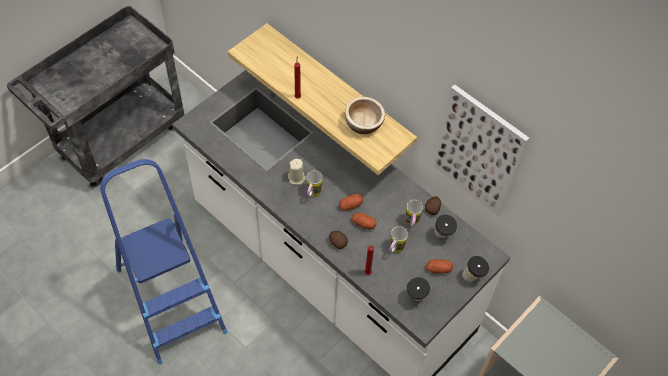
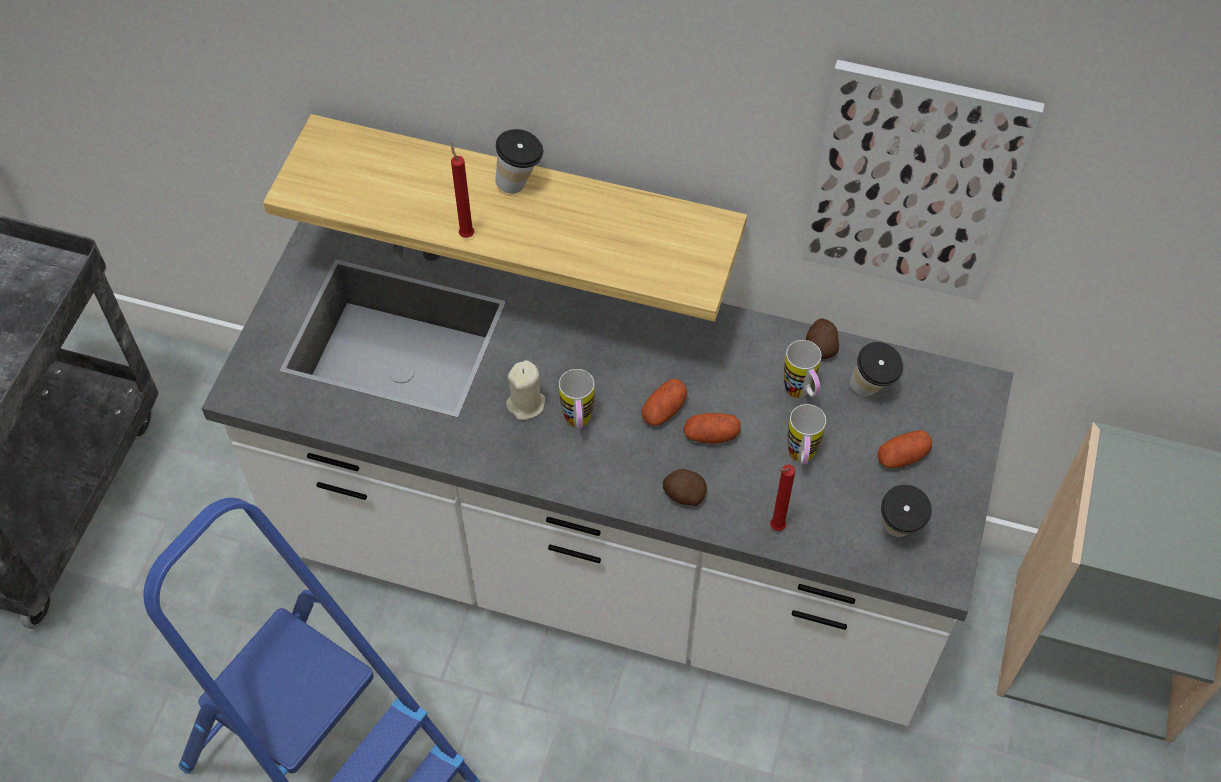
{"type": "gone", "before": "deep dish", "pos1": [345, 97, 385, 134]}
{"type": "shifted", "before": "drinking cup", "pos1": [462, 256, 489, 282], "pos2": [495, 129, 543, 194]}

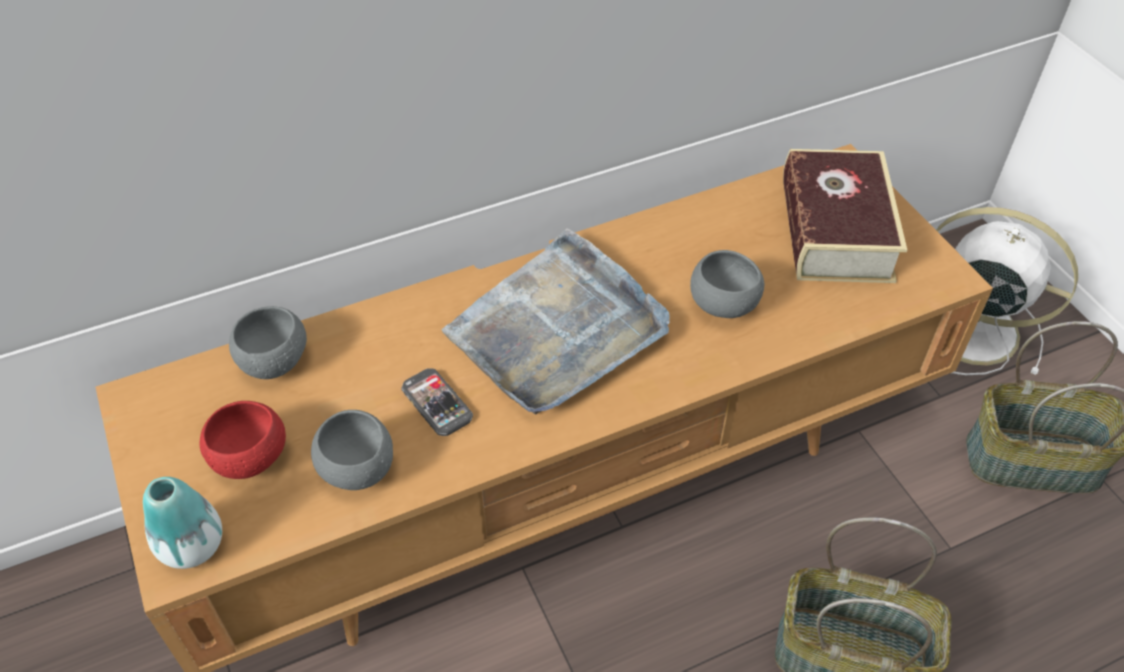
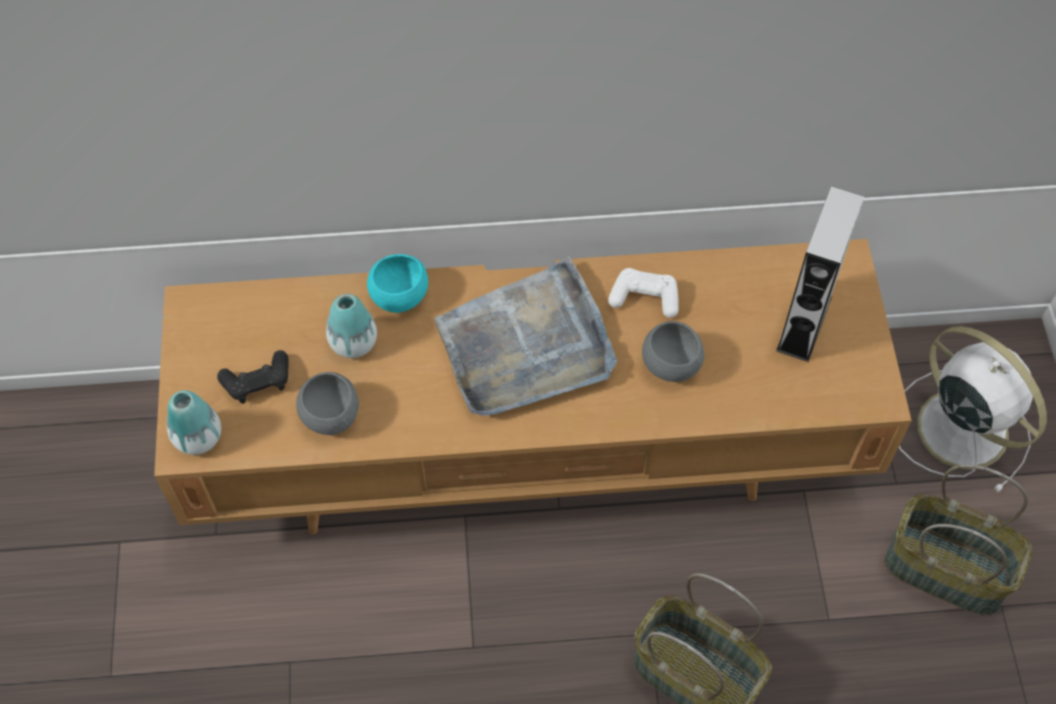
{"type": "swapped", "before": "deep dish (reddish)", "after": "game controller (black-coloured)", "pos1": [200, 401, 286, 479], "pos2": [217, 350, 289, 404]}
{"type": "gone", "before": "deep dish (greyish)", "pos1": [229, 306, 307, 379]}
{"type": "gone", "before": "telephone", "pos1": [401, 368, 473, 436]}
{"type": "swapped", "before": "volume", "after": "loudspeaker (greyish)", "pos1": [783, 149, 907, 283], "pos2": [776, 186, 865, 362]}
{"type": "new", "after": "vase", "pos2": [326, 294, 377, 358]}
{"type": "new", "after": "deep dish (turquoise)", "pos2": [367, 254, 428, 313]}
{"type": "new", "after": "game controller (white)", "pos2": [608, 268, 678, 318]}

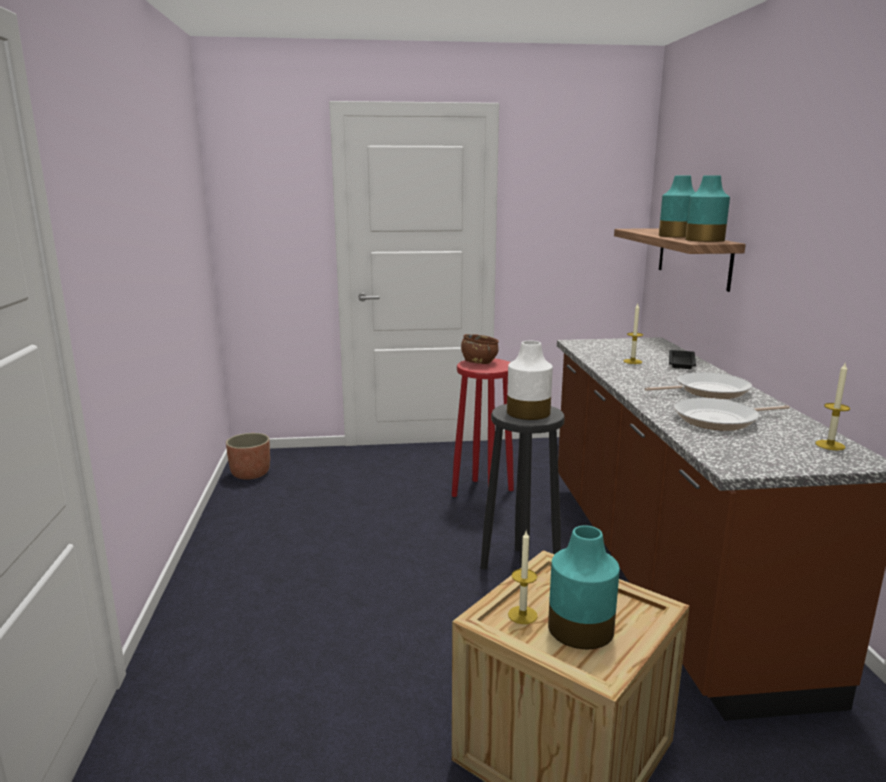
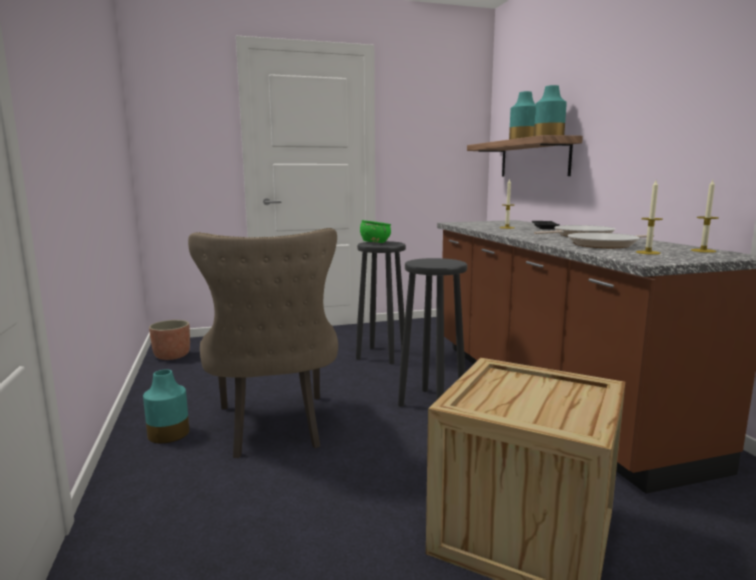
{"type": "repainted", "before": "sitting stool (reddish)", "after": "sitting stool (black-coloured)", "pos1": [452, 358, 514, 497], "pos2": [356, 241, 406, 364]}
{"type": "repainted", "before": "deep dish (brown)", "after": "deep dish (greenish)", "pos1": [461, 334, 499, 364], "pos2": [360, 220, 391, 243]}
{"type": "gone", "before": "vase (white)", "pos1": [507, 341, 553, 420]}
{"type": "shifted", "before": "wax candle", "pos1": [508, 531, 538, 624], "pos2": [636, 180, 663, 255]}
{"type": "shifted", "before": "vase (turquoise)", "pos1": [548, 525, 620, 649], "pos2": [143, 369, 190, 443]}
{"type": "new", "after": "plain chair (beige)", "pos2": [188, 228, 338, 458]}

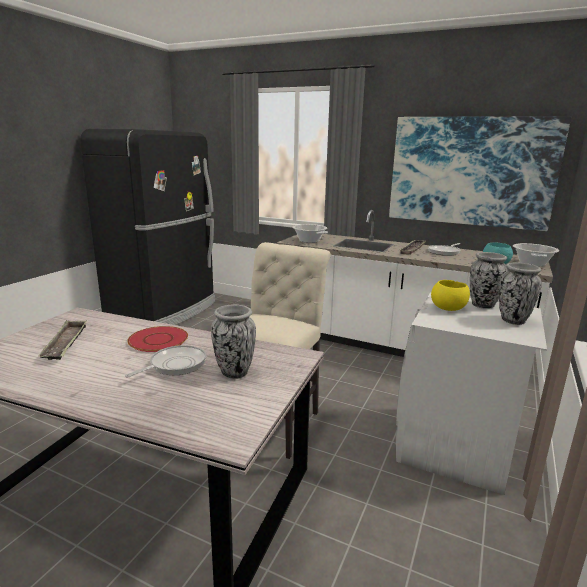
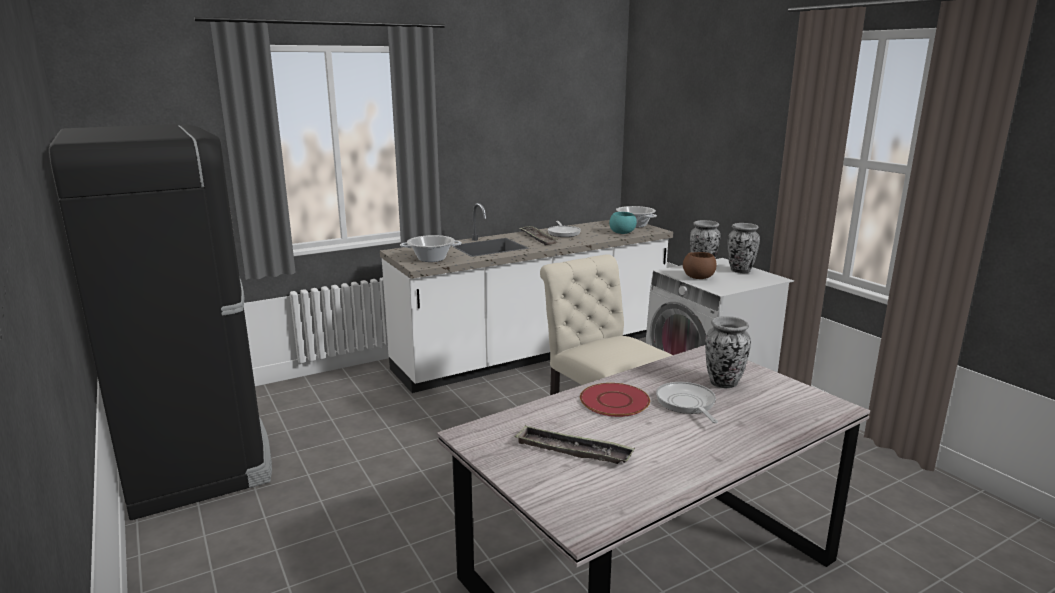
{"type": "gone", "before": "picture", "pos1": [389, 116, 571, 231]}
{"type": "repainted", "before": "deep dish (yellow-coloured)", "after": "deep dish (brown)", "pos1": [431, 280, 470, 311], "pos2": [683, 252, 717, 279]}

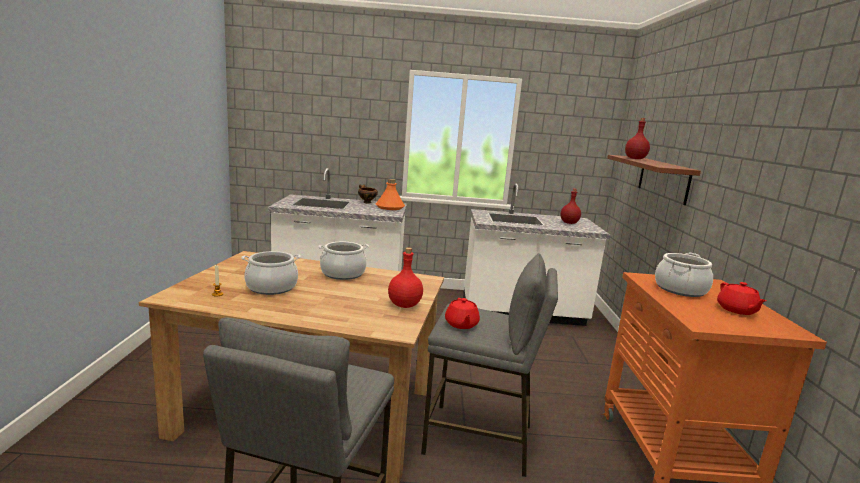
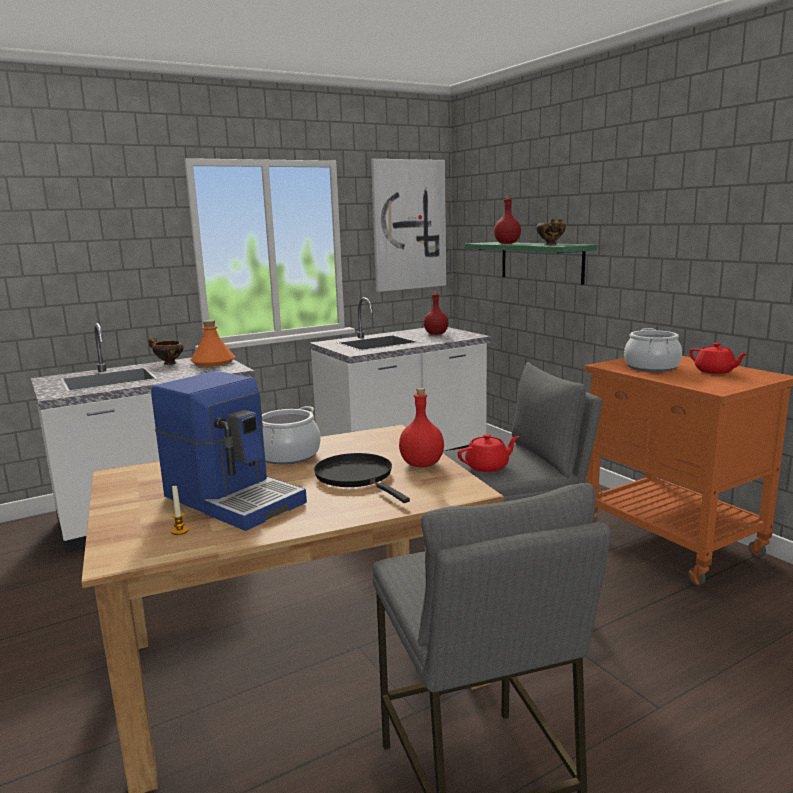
{"type": "swapped", "before": "saucepot", "after": "coffee brewer", "pos1": [241, 251, 301, 295], "pos2": [151, 371, 307, 531]}
{"type": "rotated", "before": "tea pot (reddish)", "pos1": [445, 298, 480, 329], "pos2": [457, 434, 519, 472], "turn": -75}
{"type": "repainted", "before": "wall shelf (brown)", "after": "wall shelf (greenish)", "pos1": [607, 155, 701, 205], "pos2": [465, 242, 597, 285]}
{"type": "new", "after": "pan (black-coloured)", "pos2": [314, 453, 410, 503]}
{"type": "new", "after": "picture", "pos2": [371, 159, 446, 292]}
{"type": "new", "after": "deep dish", "pos2": [536, 219, 566, 245]}

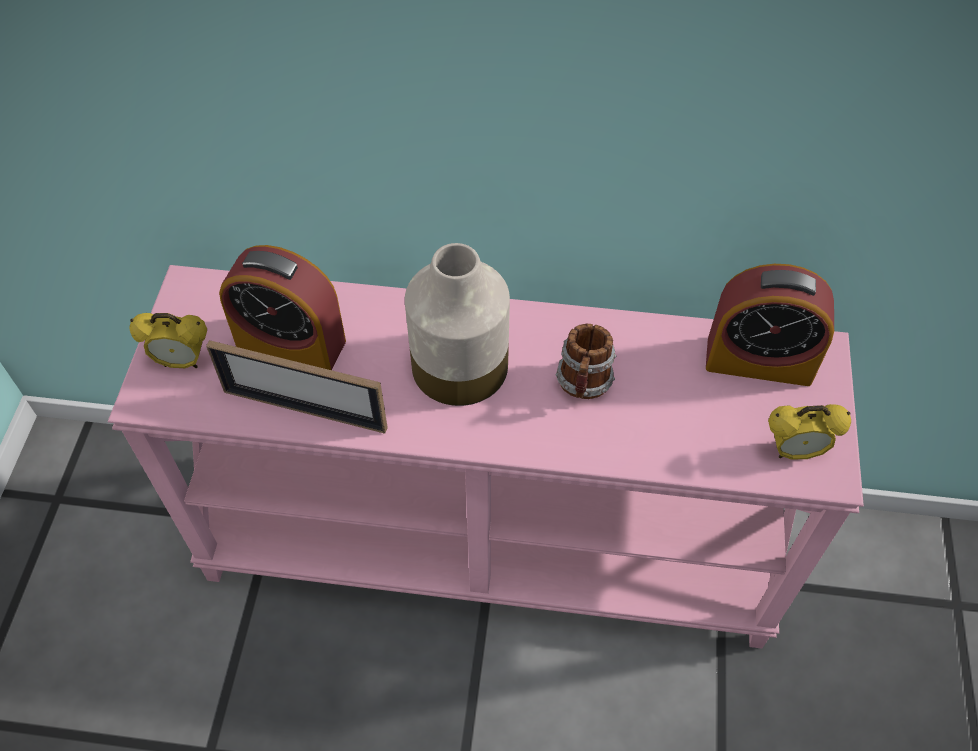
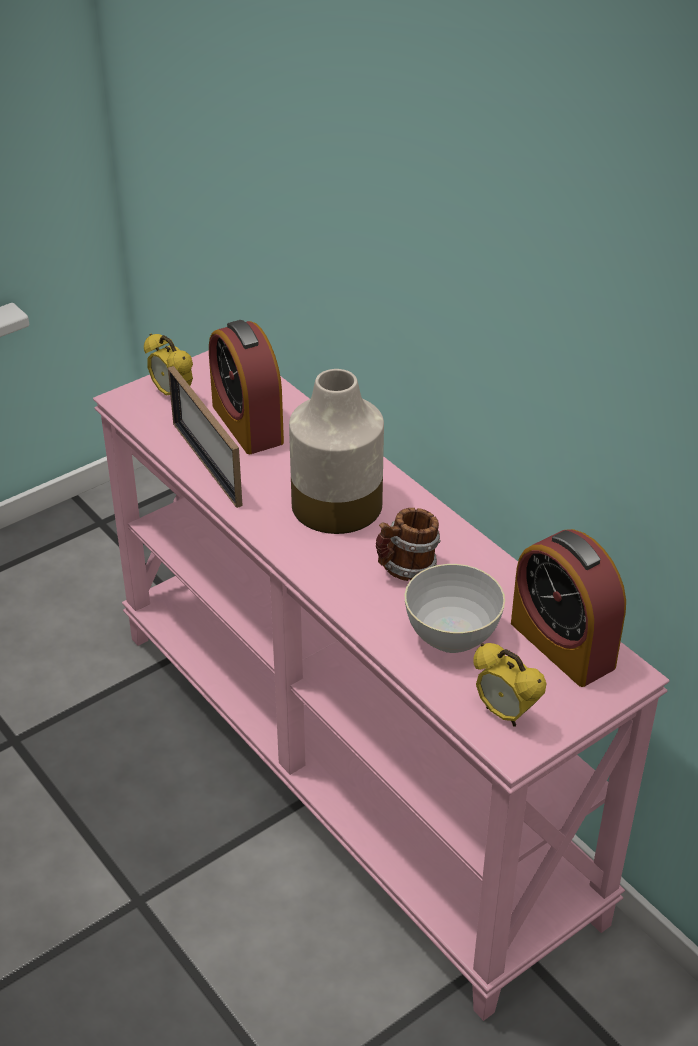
{"type": "new", "after": "deep dish (greyish)", "pos2": [404, 564, 505, 653]}

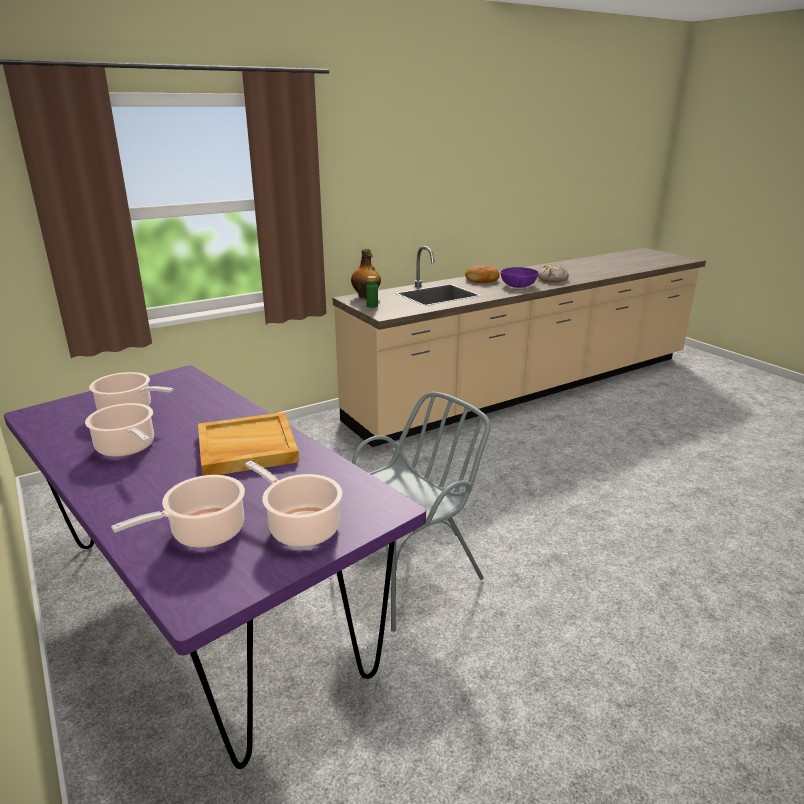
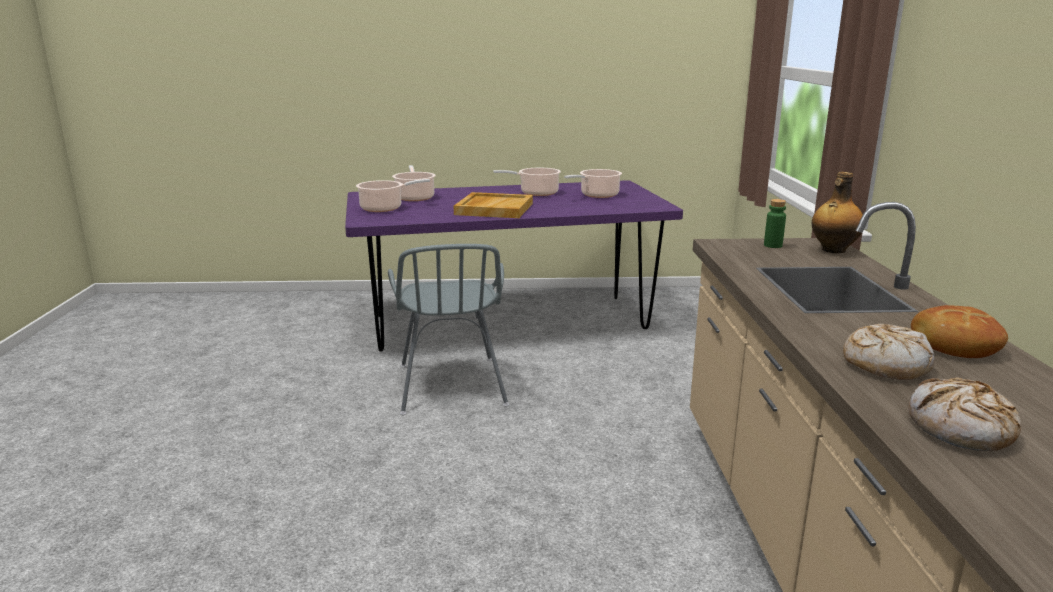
{"type": "swapped", "before": "deep dish (purple)", "after": "bread", "pos1": [500, 267, 539, 288], "pos2": [843, 324, 935, 380]}

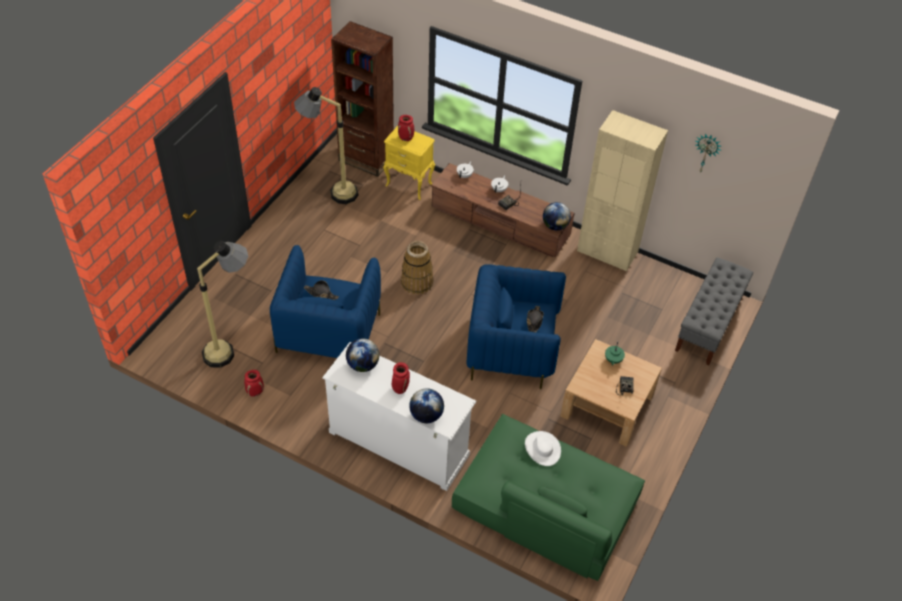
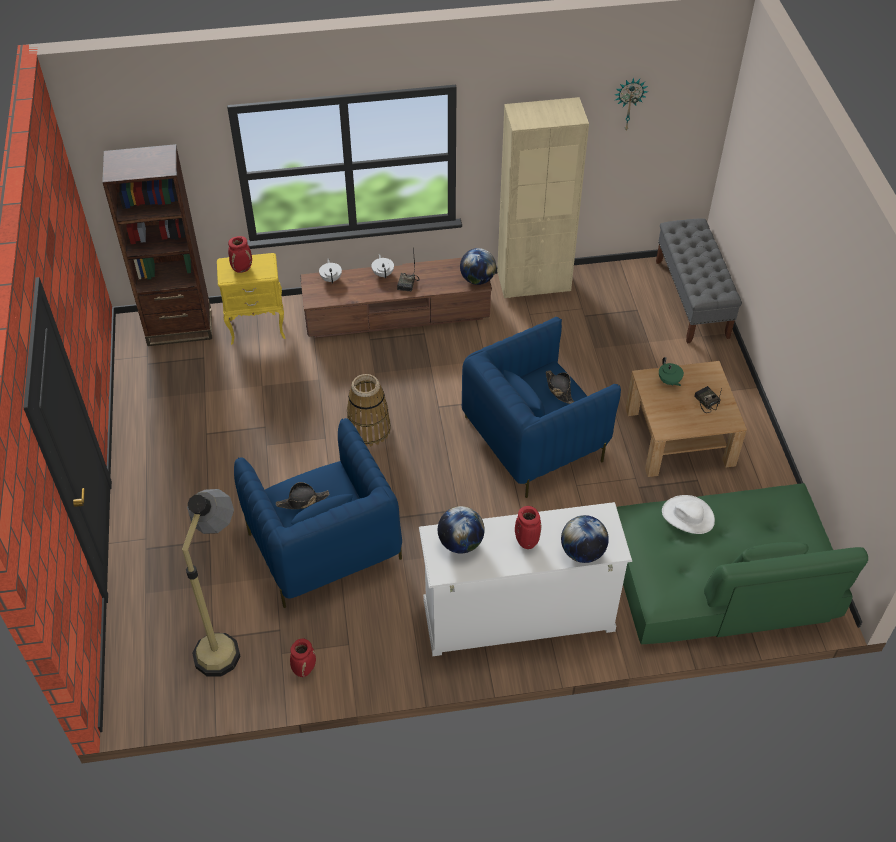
{"type": "gone", "before": "standing lamp", "pos1": [294, 87, 358, 204]}

